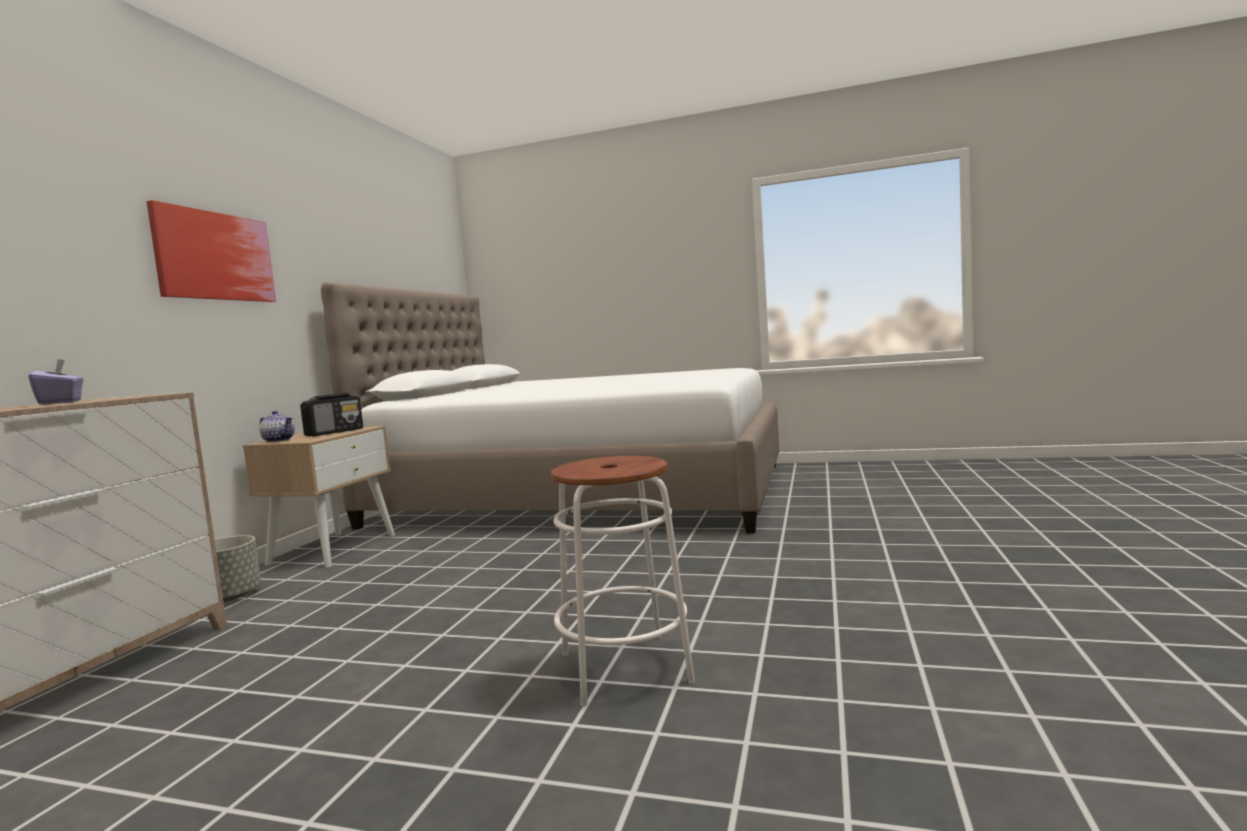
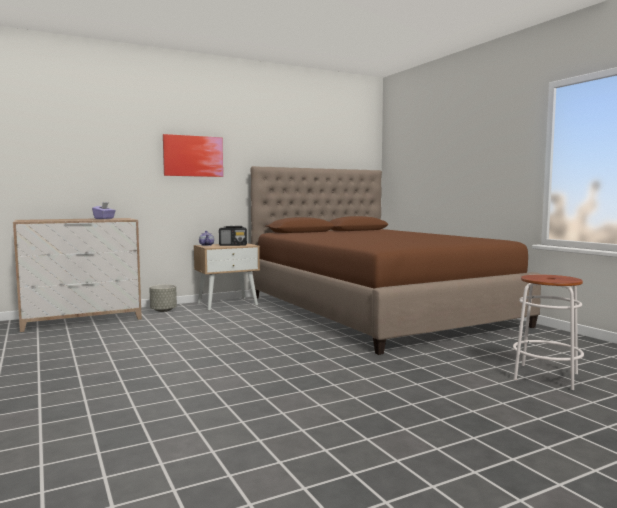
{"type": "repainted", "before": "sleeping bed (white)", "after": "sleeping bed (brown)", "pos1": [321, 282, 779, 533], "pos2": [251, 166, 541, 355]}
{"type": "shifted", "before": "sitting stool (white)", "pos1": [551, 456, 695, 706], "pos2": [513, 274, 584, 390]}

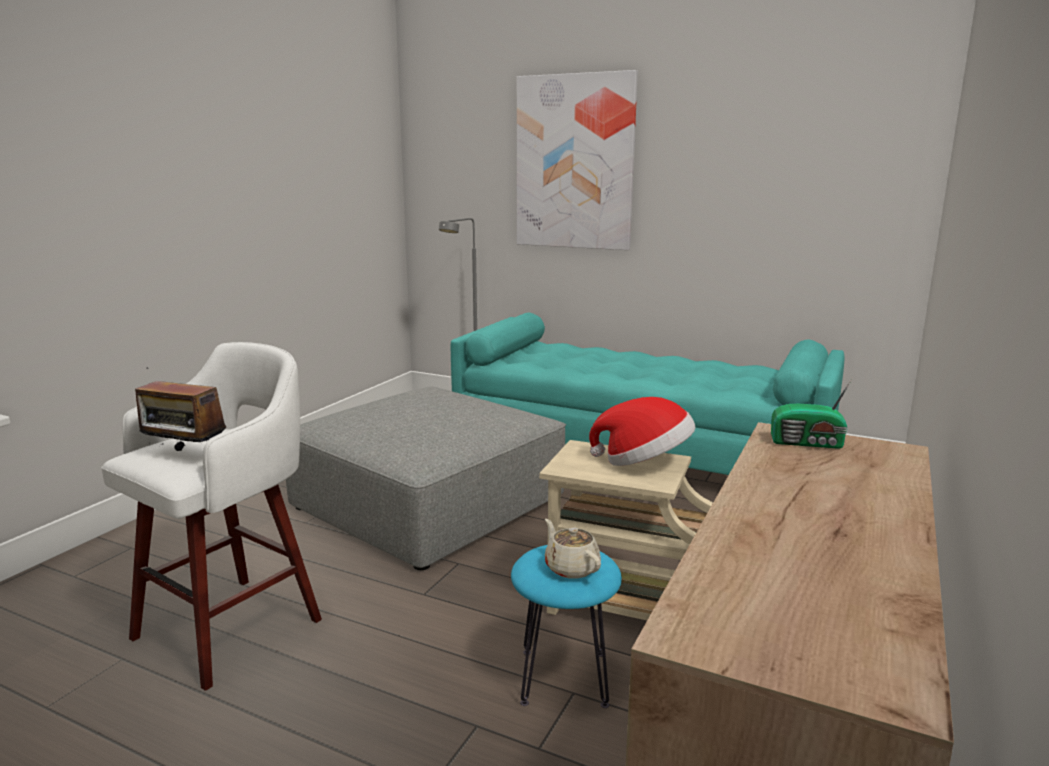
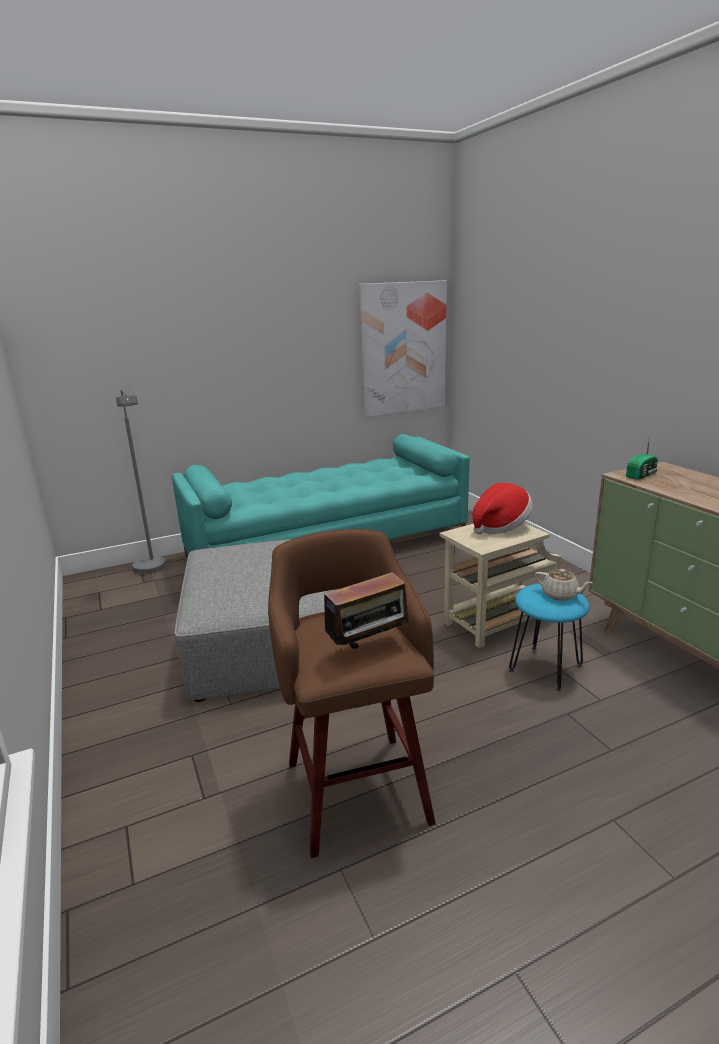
{"type": "repainted", "before": "sitting stool (white)", "after": "sitting stool (brown)", "pos1": [101, 342, 322, 691], "pos2": [268, 529, 436, 858]}
{"type": "shifted", "before": "picture", "pos1": [517, 70, 638, 250], "pos2": [359, 280, 447, 417]}
{"type": "rotated", "before": "tea pot (beige)", "pos1": [545, 519, 601, 579], "pos2": [535, 569, 593, 601], "turn": -150}

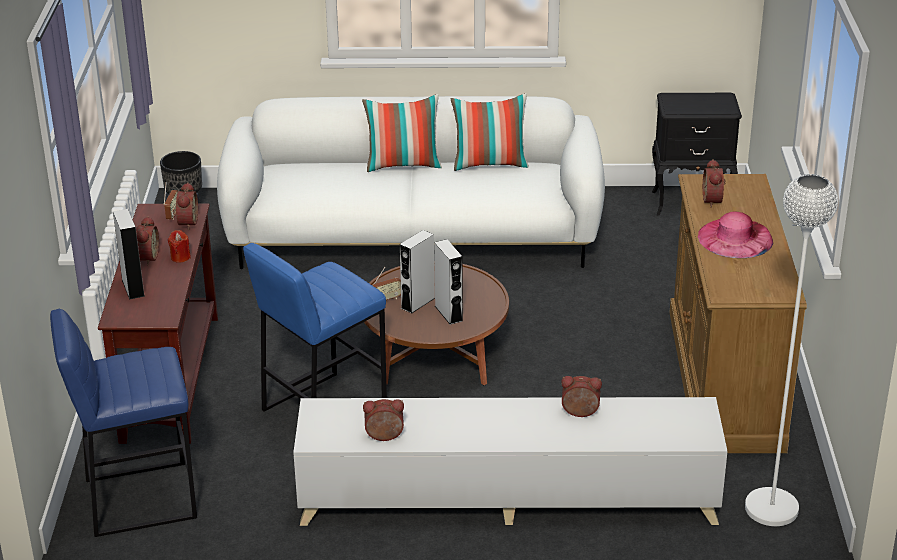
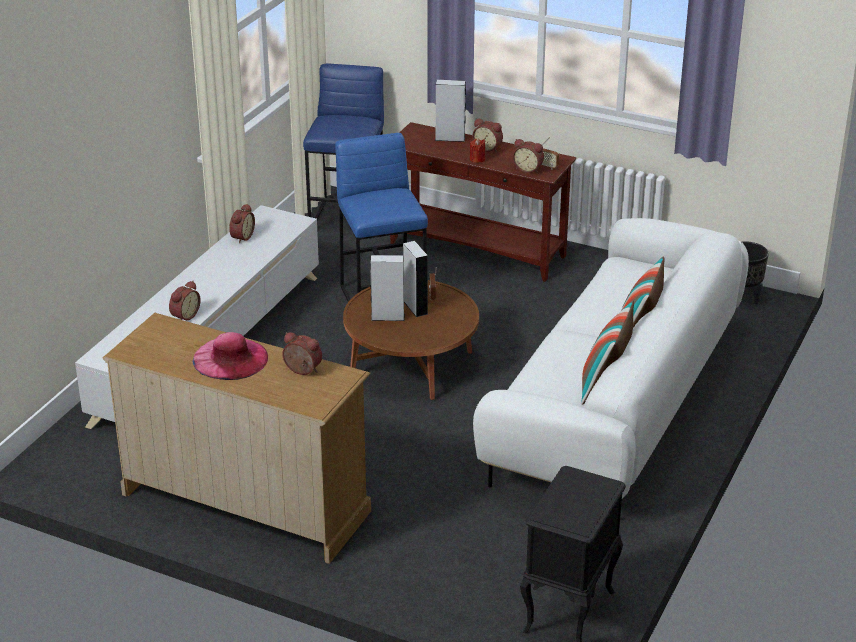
{"type": "gone", "before": "standing lamp (white)", "pos1": [745, 174, 838, 526]}

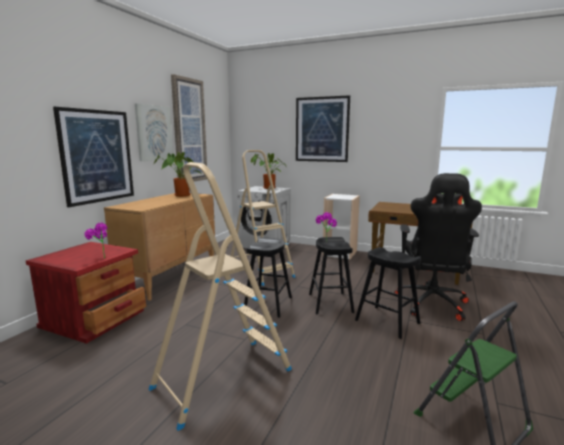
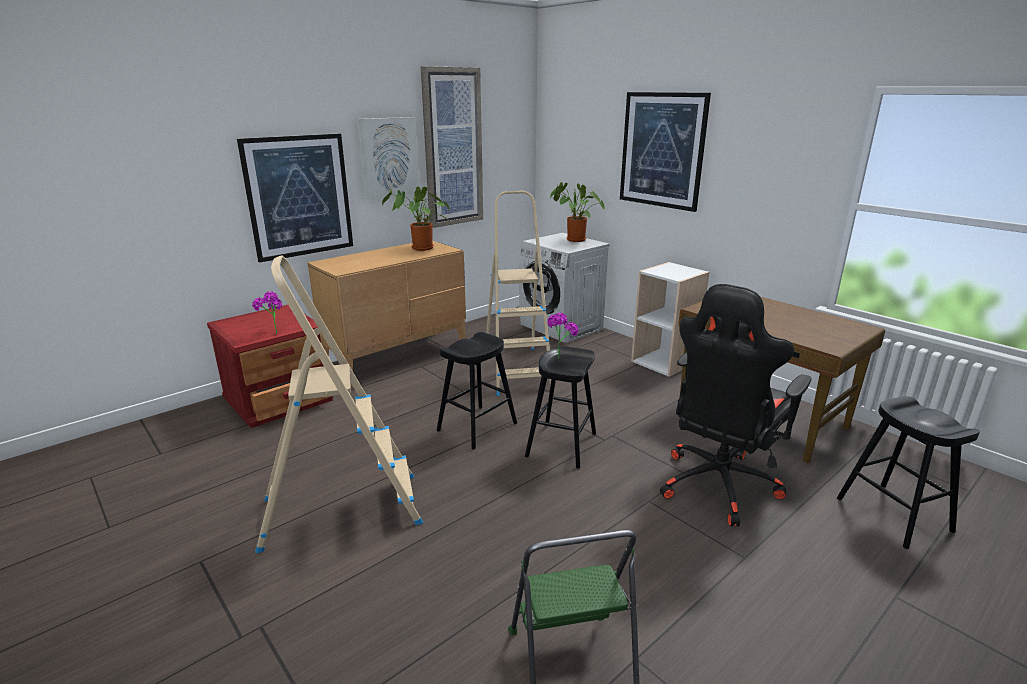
{"type": "shifted", "before": "sitting stool (black-coloured)", "pos1": [355, 247, 421, 339], "pos2": [837, 396, 980, 549]}

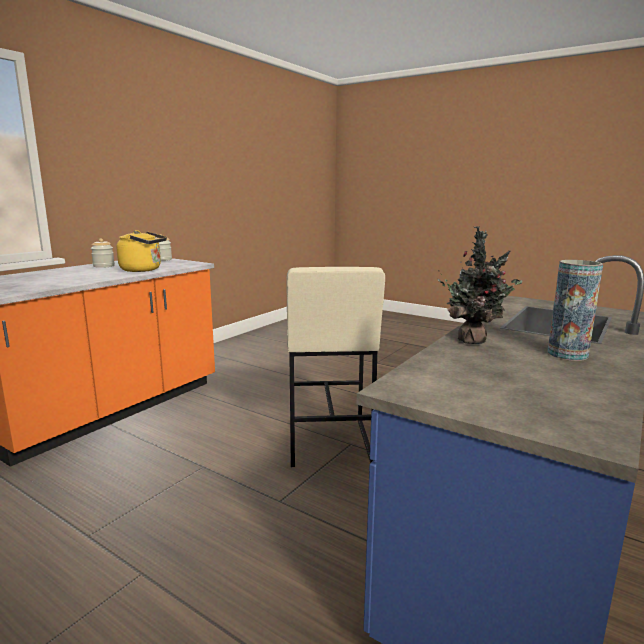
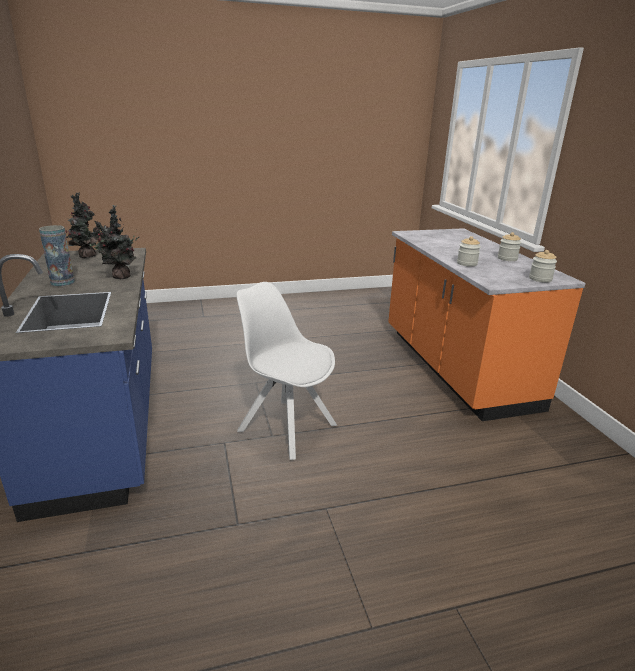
{"type": "swapped", "before": "water kettle (yellow-coloured)", "after": "jar", "pos1": [117, 230, 167, 272], "pos2": [457, 236, 481, 267]}
{"type": "swapped", "before": "sitting stool (beige)", "after": "plain chair (white)", "pos1": [287, 267, 385, 467], "pos2": [236, 282, 337, 460]}
{"type": "new", "after": "plant in a pot", "pos2": [65, 193, 101, 258]}

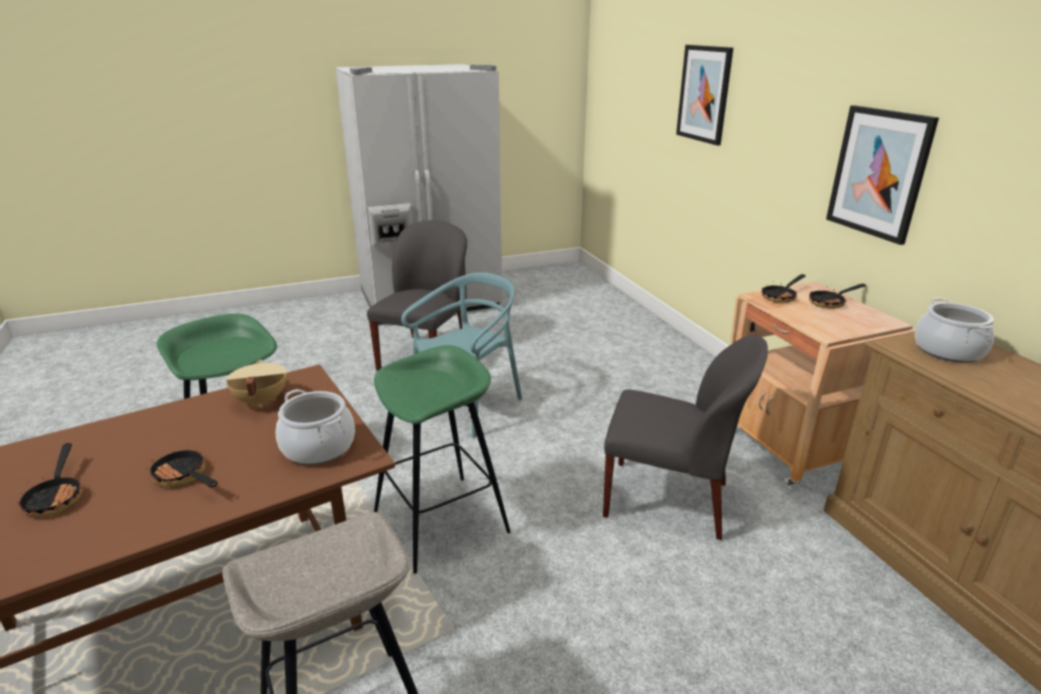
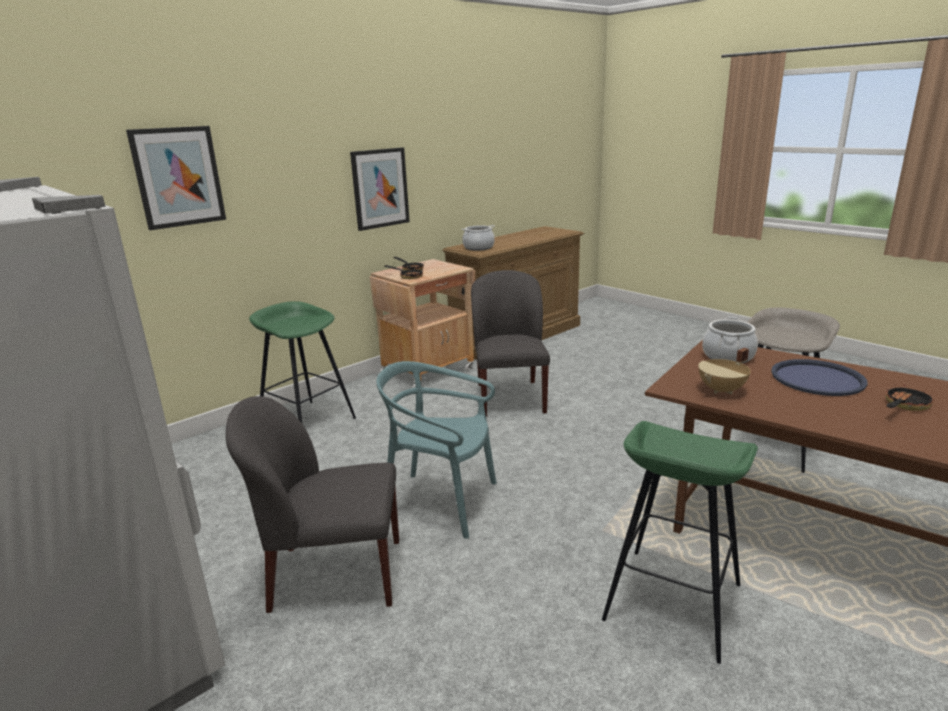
{"type": "swapped", "before": "pan", "after": "tray (blue)", "pos1": [146, 450, 218, 488], "pos2": [771, 359, 868, 396]}
{"type": "shifted", "before": "sitting stool (greenish)", "pos1": [374, 345, 511, 574], "pos2": [249, 301, 356, 423]}

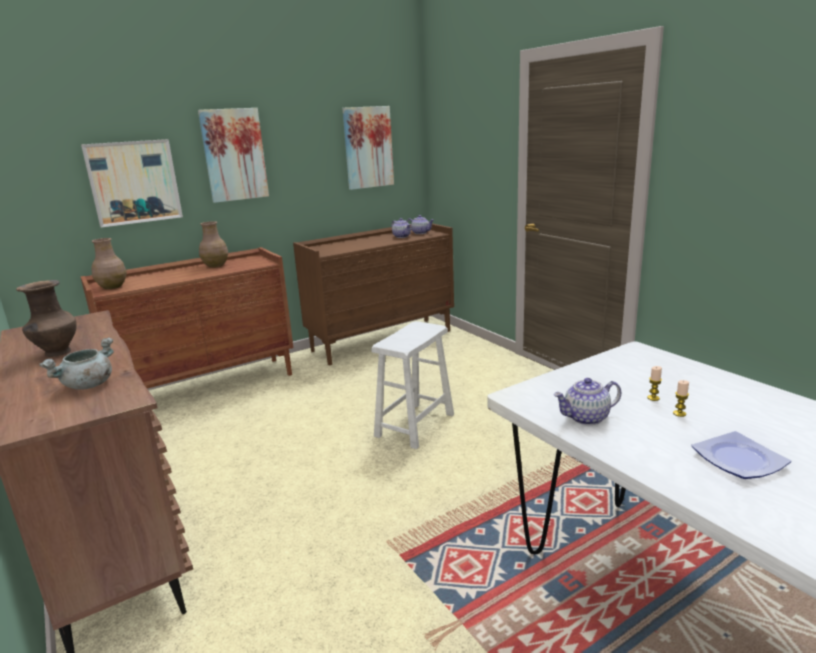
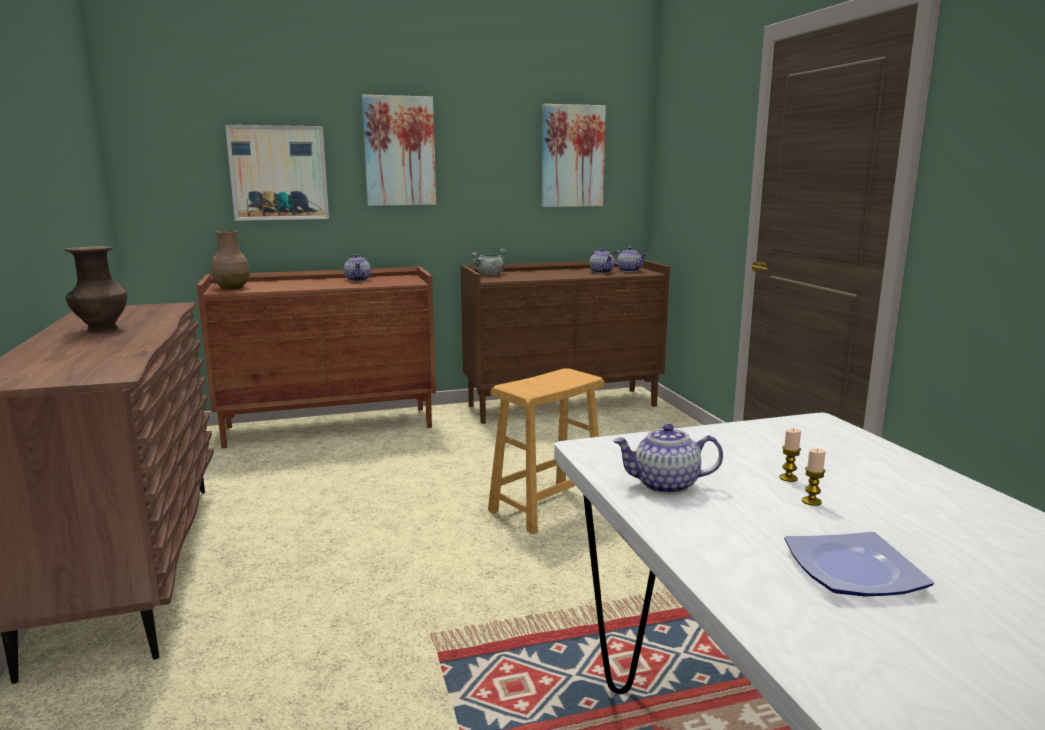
{"type": "shifted", "before": "saucepot (greyish)", "pos1": [39, 337, 114, 390], "pos2": [470, 249, 506, 275]}
{"type": "swapped", "before": "vase (brown)", "after": "tea pot", "pos1": [199, 221, 228, 268], "pos2": [344, 254, 371, 281]}
{"type": "repainted", "before": "sitting stool (white)", "after": "sitting stool (brown)", "pos1": [371, 321, 454, 449], "pos2": [488, 368, 604, 534]}

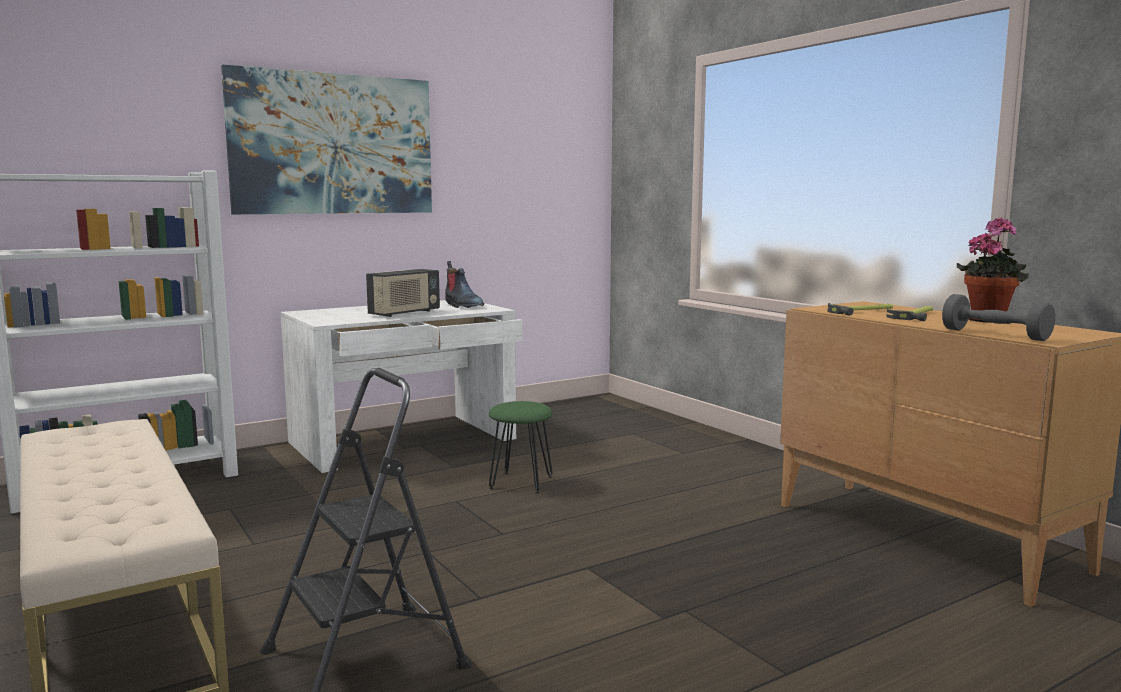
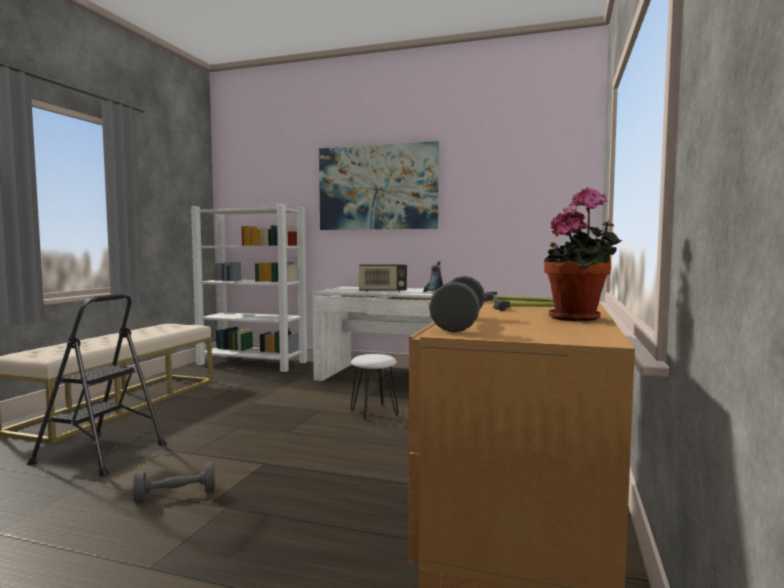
{"type": "repainted", "before": "sitting stool (greenish)", "after": "sitting stool (white)", "pos1": [489, 401, 553, 494], "pos2": [350, 354, 399, 421]}
{"type": "new", "after": "dumbbell (greyish)", "pos2": [133, 462, 215, 503]}

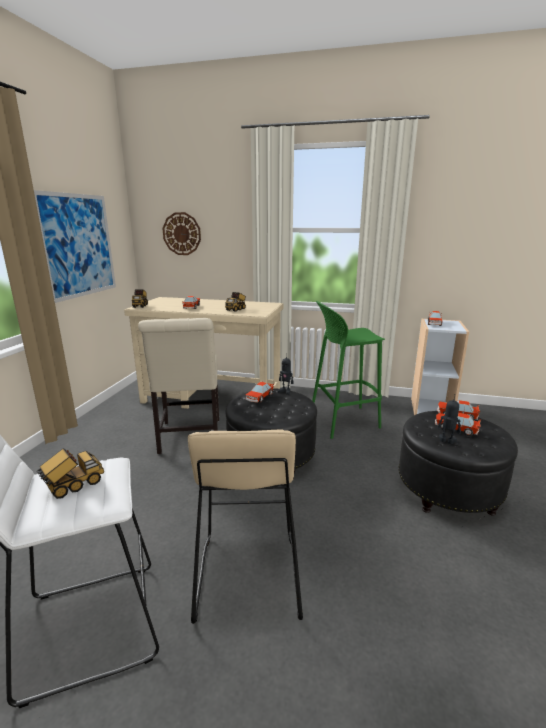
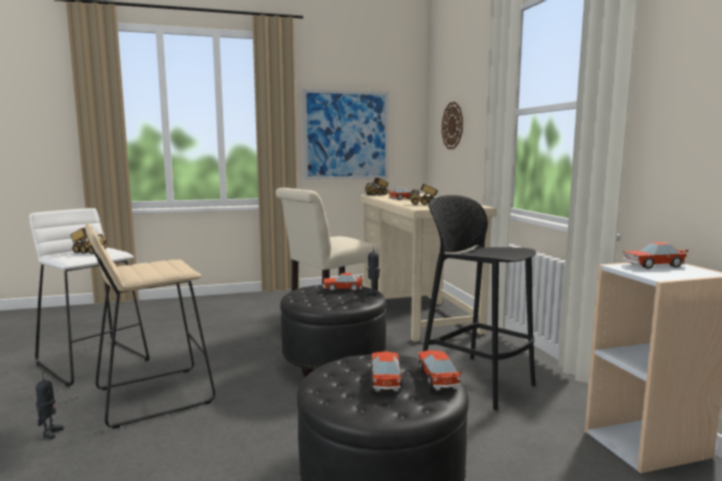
{"type": "repainted", "before": "sitting stool (greenish)", "after": "sitting stool (black-coloured)", "pos1": [312, 301, 385, 439], "pos2": [423, 195, 536, 410]}
{"type": "shifted", "before": "model robot", "pos1": [437, 394, 461, 444], "pos2": [36, 373, 64, 439]}

